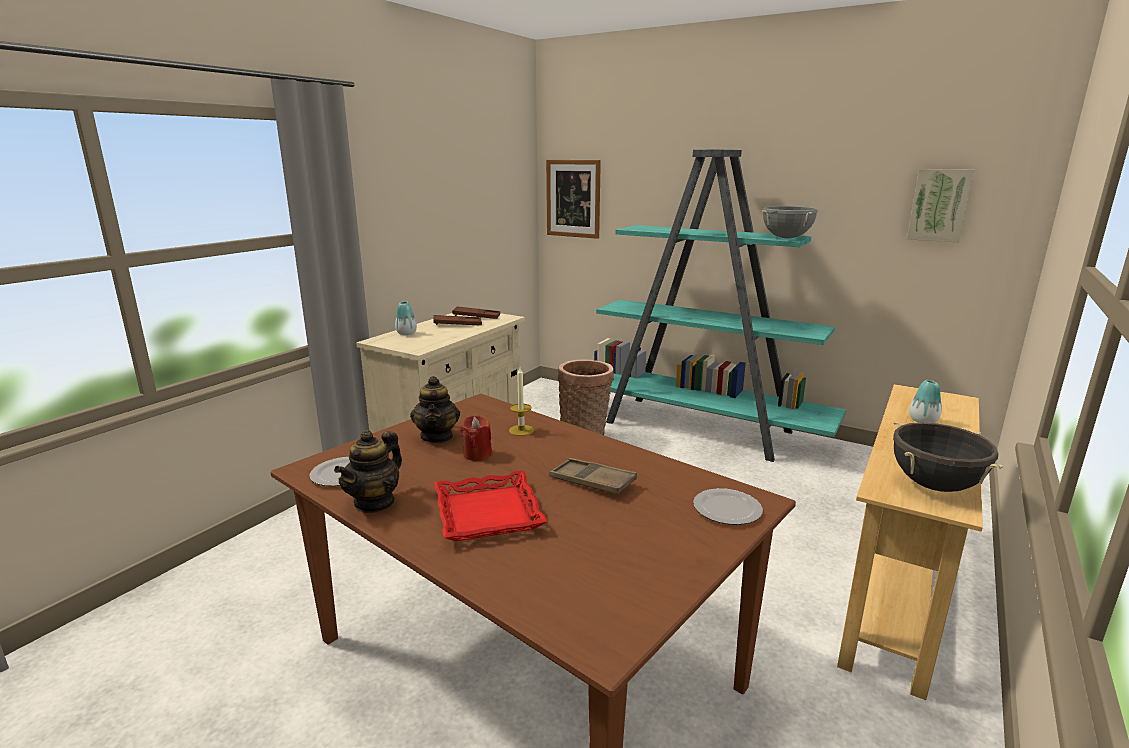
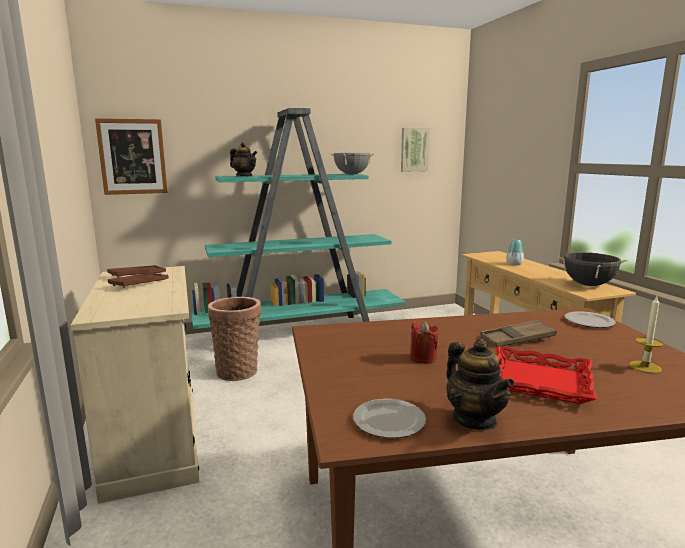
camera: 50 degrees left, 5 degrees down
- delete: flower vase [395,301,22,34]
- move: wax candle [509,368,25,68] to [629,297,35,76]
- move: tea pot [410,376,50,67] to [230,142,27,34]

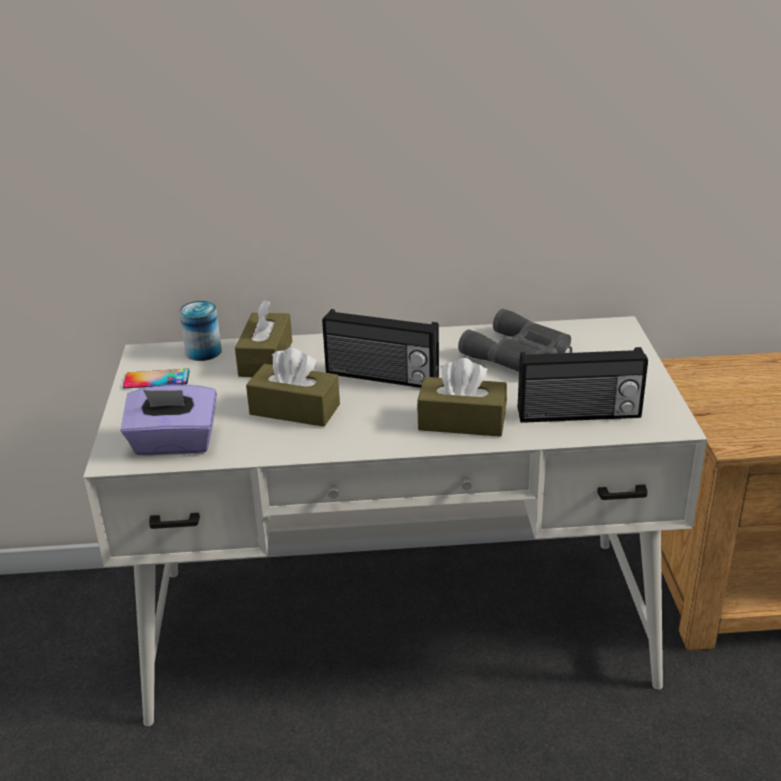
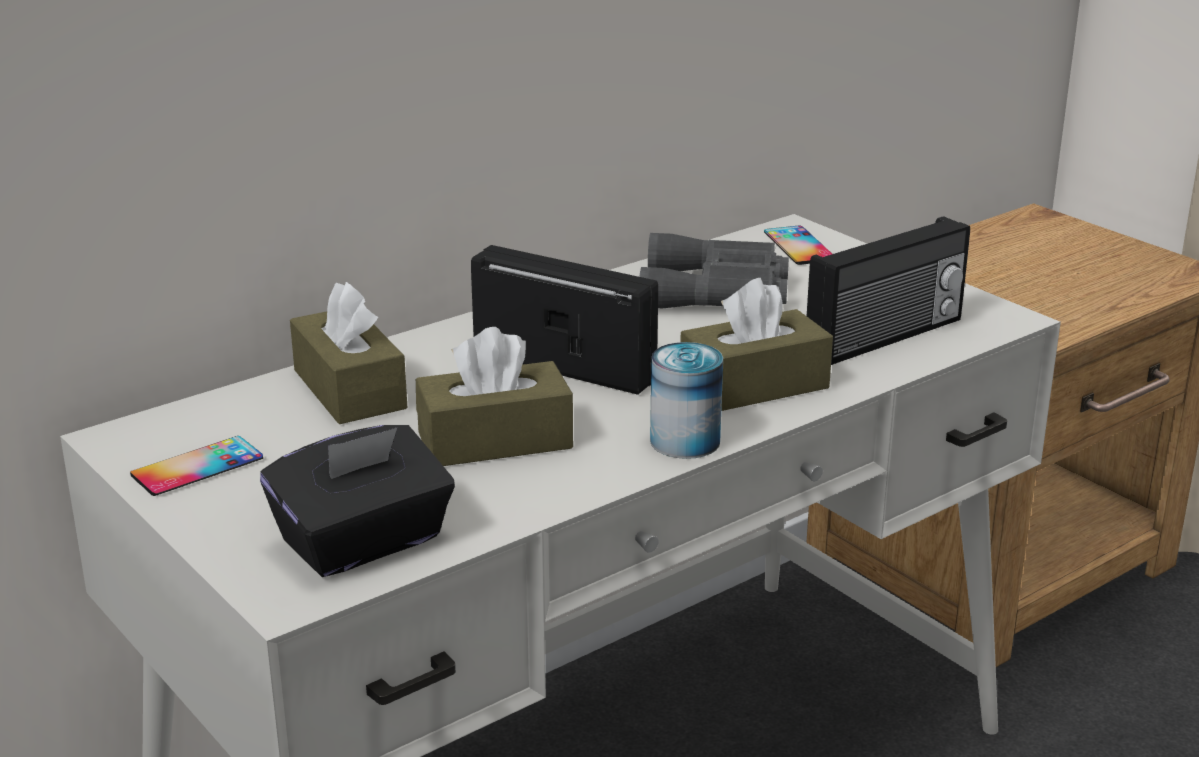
camera: 35 degrees left, 5 degrees down
- move: metal can [179,301,43,60] to [650,342,73,117]
- rotate: radio set [322,309,117,79] = [471,245,187,150] 135 degrees counterclockwise
- recolor: tissue holder in purple-coloured [121,385,96,71] to tissue holder in black-coloured [260,425,195,152]
- insert: handset [764,225,68,40]

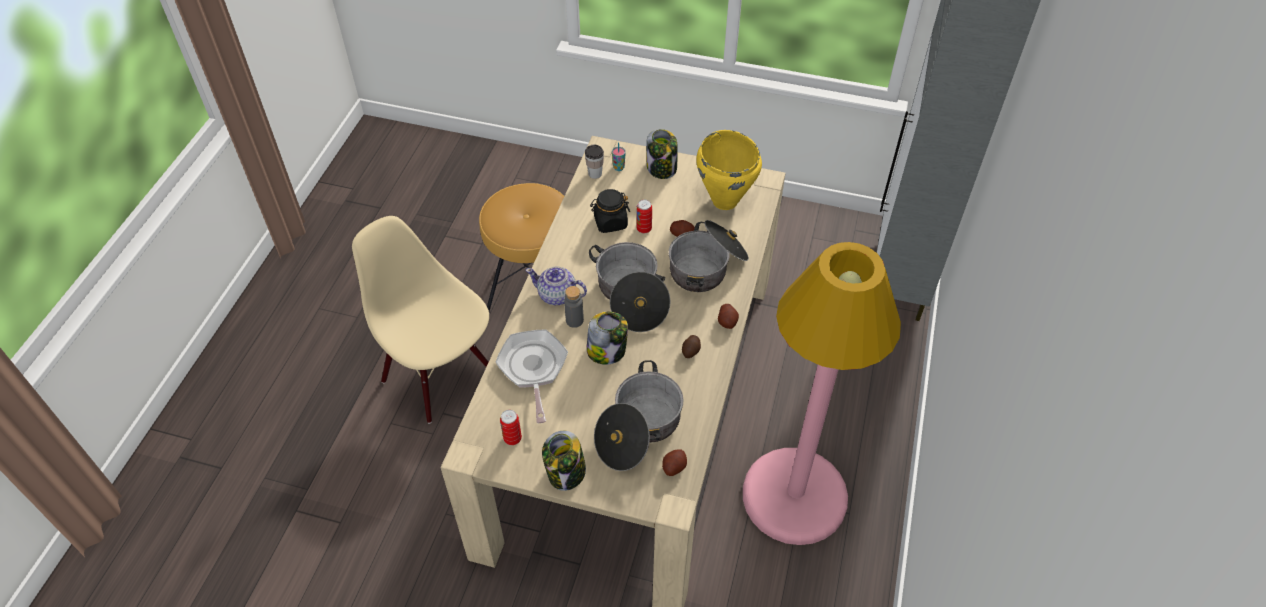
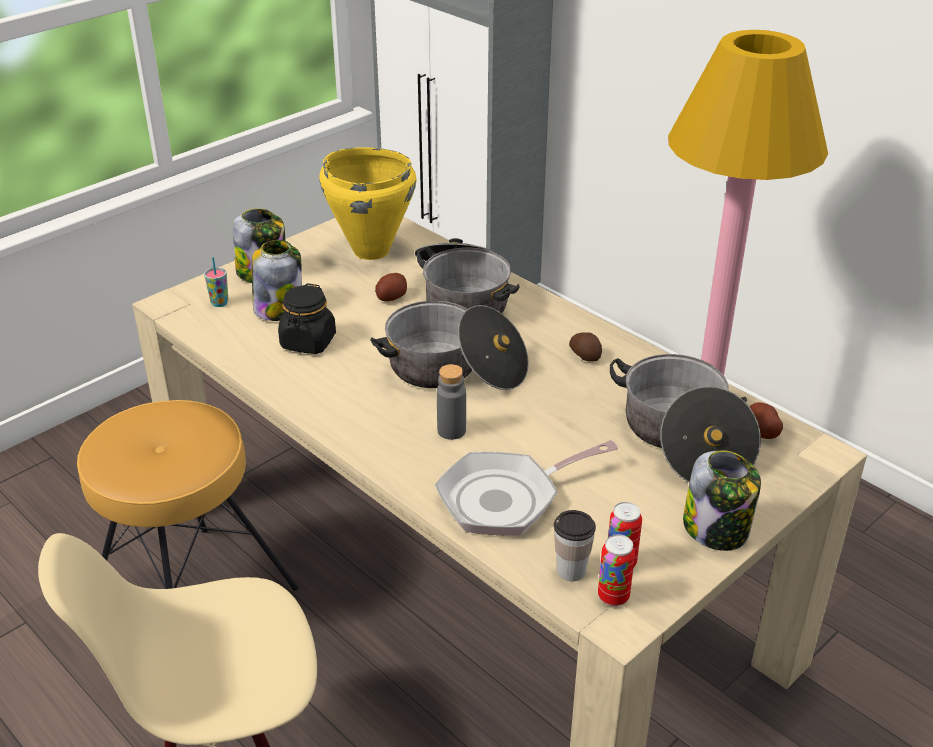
camera: 60 degrees left, 15 degrees down
- move: cup [585,144,19,35] to [554,510,42,71]
- move: metal can [636,199,16,34] to [598,534,37,72]
- delete: tea pot [525,266,62,39]
- delete: potato [718,304,21,25]
- move: storage jar [587,312,41,53] to [252,240,50,81]
- rotate: pan [496,329,72,94] = [435,440,183,96] 45 degrees counterclockwise

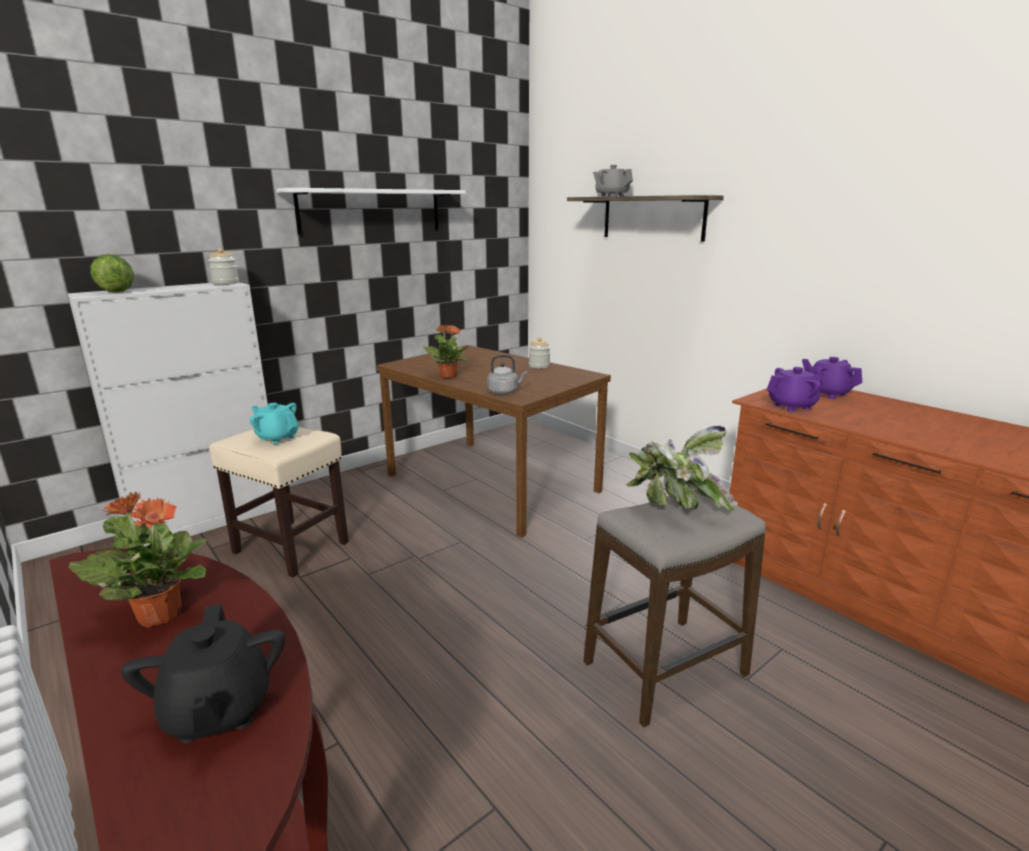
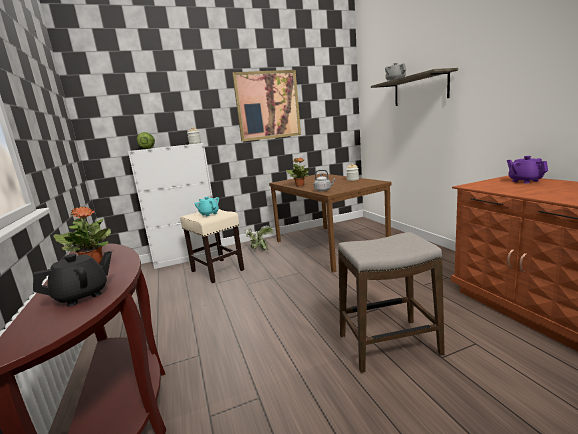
camera: 20 degrees right, 5 degrees down
- replace: wall shelf in white [276,188,190,46] to picture [232,70,69,72]
- delete: tea pot in purple-coloured [767,367,57,45]
- move: houseplant [626,426,112,85] to [245,225,28,25]
- rotate: tea pot in black-coloured [121,604,164,139] = [33,251,79,56] 135 degrees counterclockwise

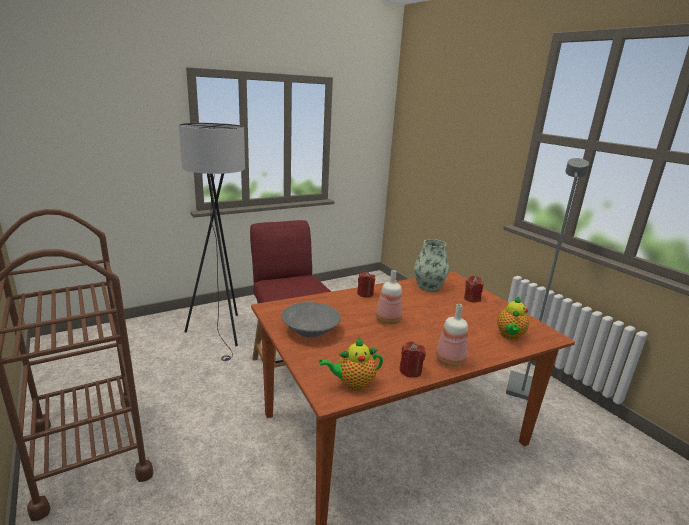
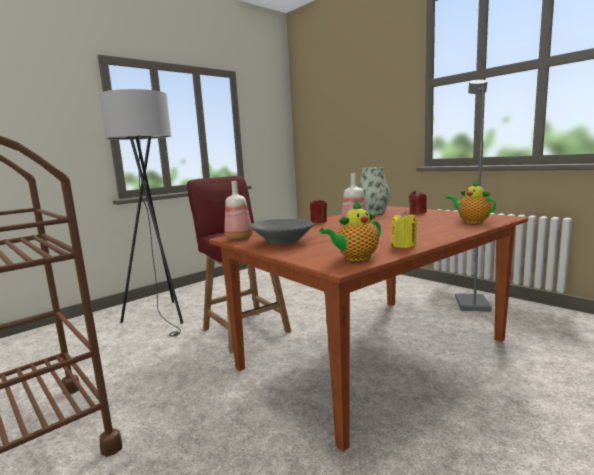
camera: 10 degrees left, 10 degrees down
- rotate: tea pot [497,296,32,44] = [446,180,50,44] 135 degrees clockwise
- move: drink bottle [436,304,32,63] to [224,181,29,59]
- recolor: wax candle in reddish [399,341,27,36] to wax candle in yellow-coloured [391,211,27,37]

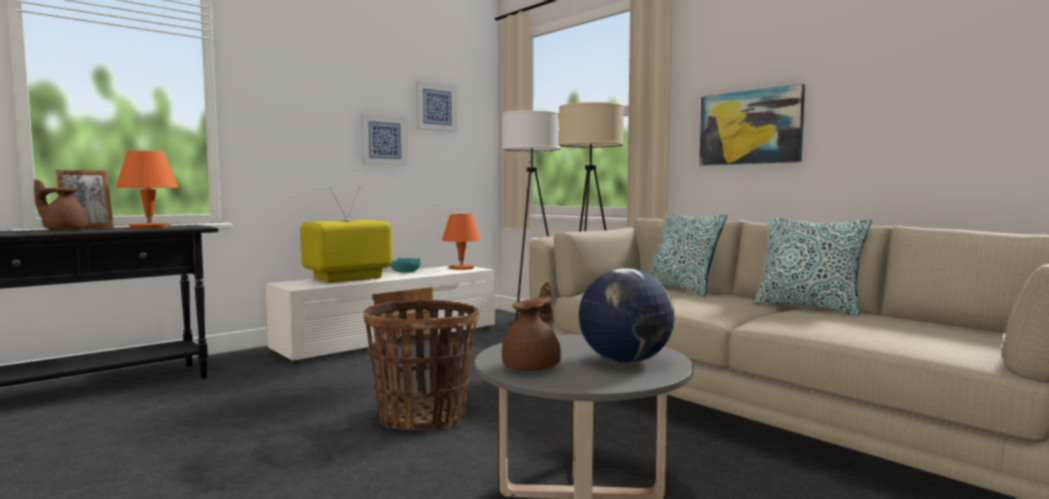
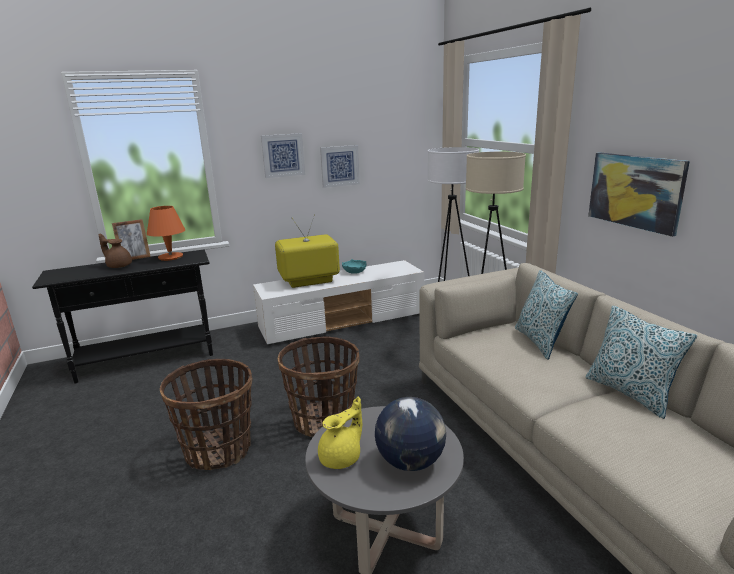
camera: 20 degrees right, 15 degrees up
- move: picture [416,81,41,51] to [261,133,44,45]
- delete: table lamp in orange-coloured [442,214,39,56]
- recolor: tea pot in brownish [502,282,59,89] to tea pot in yellow-coloured [318,397,44,72]
- insert: storage basket [160,359,92,111]

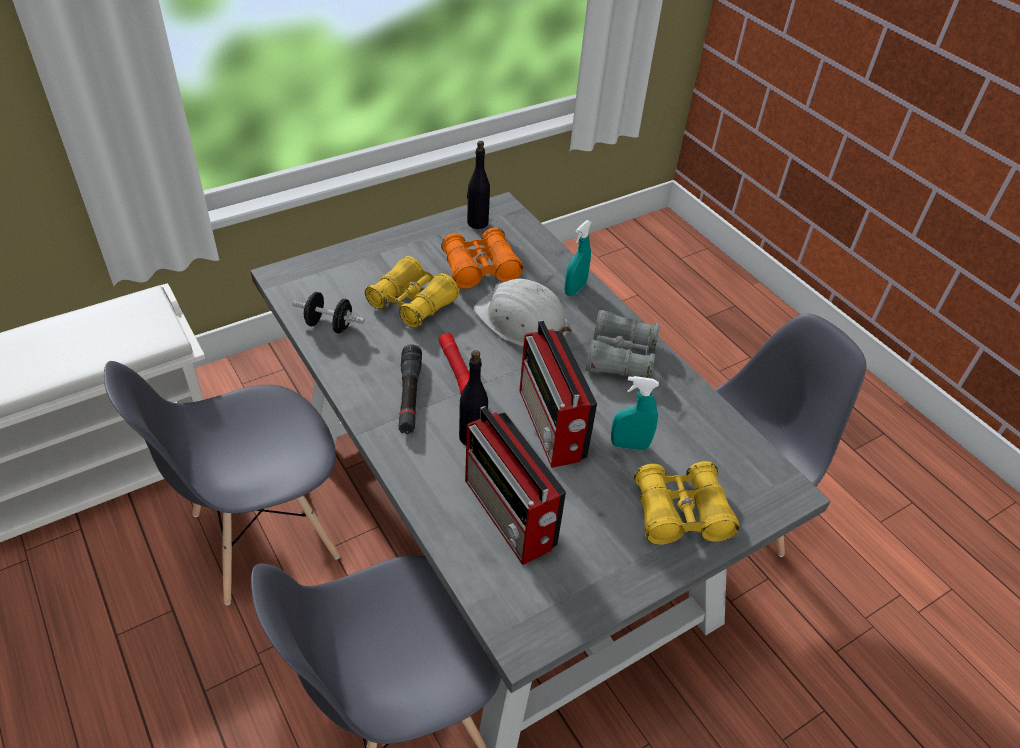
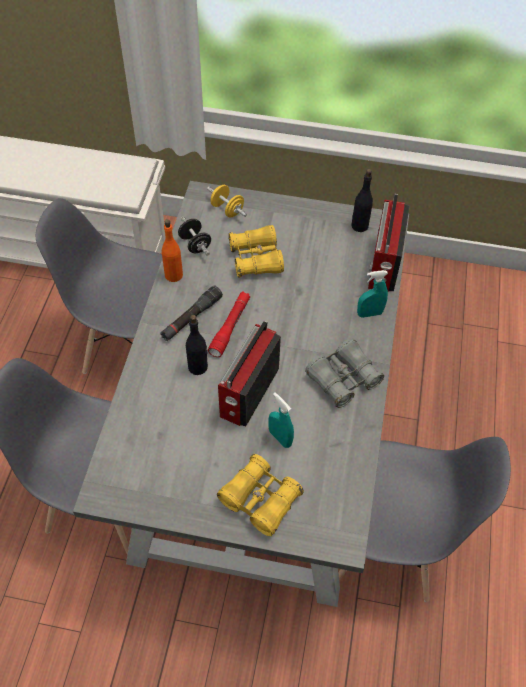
camera: 45 degrees right, 10 degrees up
- delete: field glasses in orange-coloured [441,227,82,62]
- delete: work helmet in white [474,279,98,68]
- move: radio set [465,406,101,159] to [368,194,42,97]
- insert: dumbbell in yellow-coloured [207,185,40,33]
- insert: drink bottle in orange-coloured [162,219,21,63]

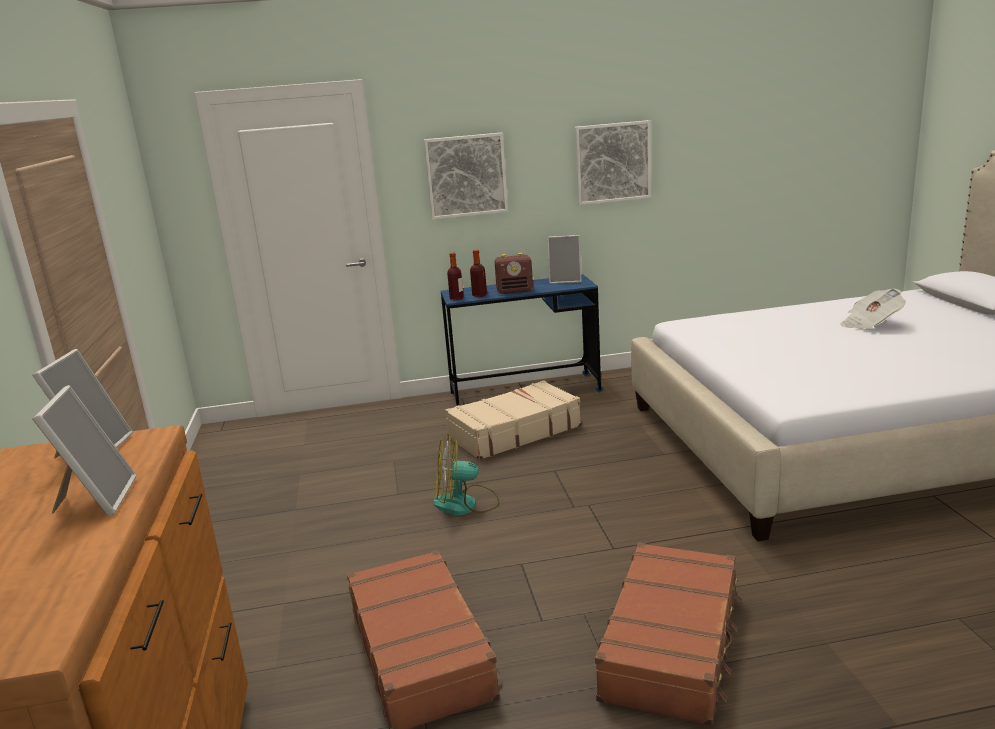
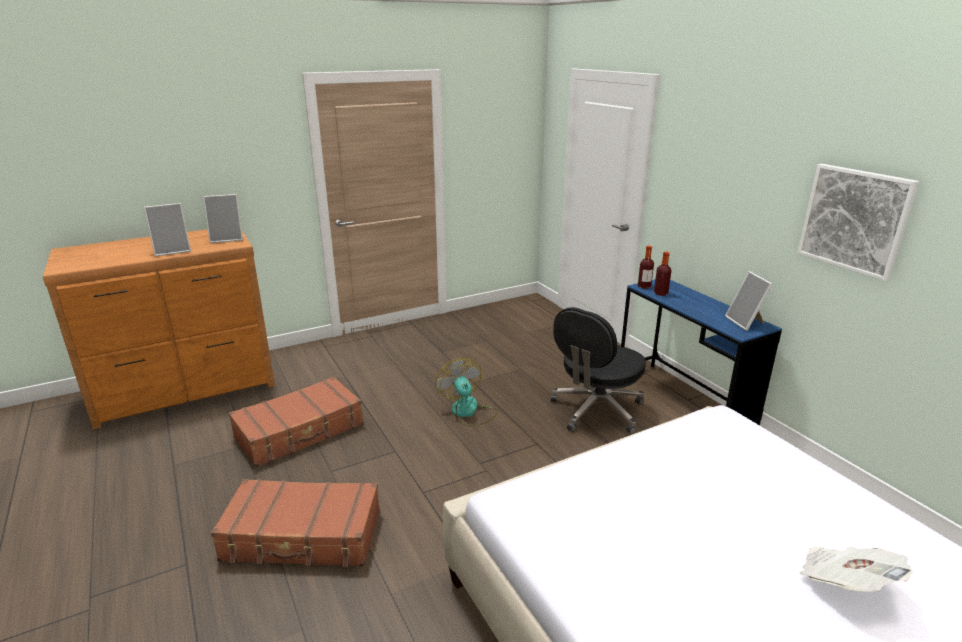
camera: 70 degrees right, 5 degrees up
- delete: picture [424,133,84,87]
- delete: radio set [495,253,38,41]
- replace: piece of luggage in beige-coloured [445,380,136,80] to computer chair in black-coloured [551,307,95,127]

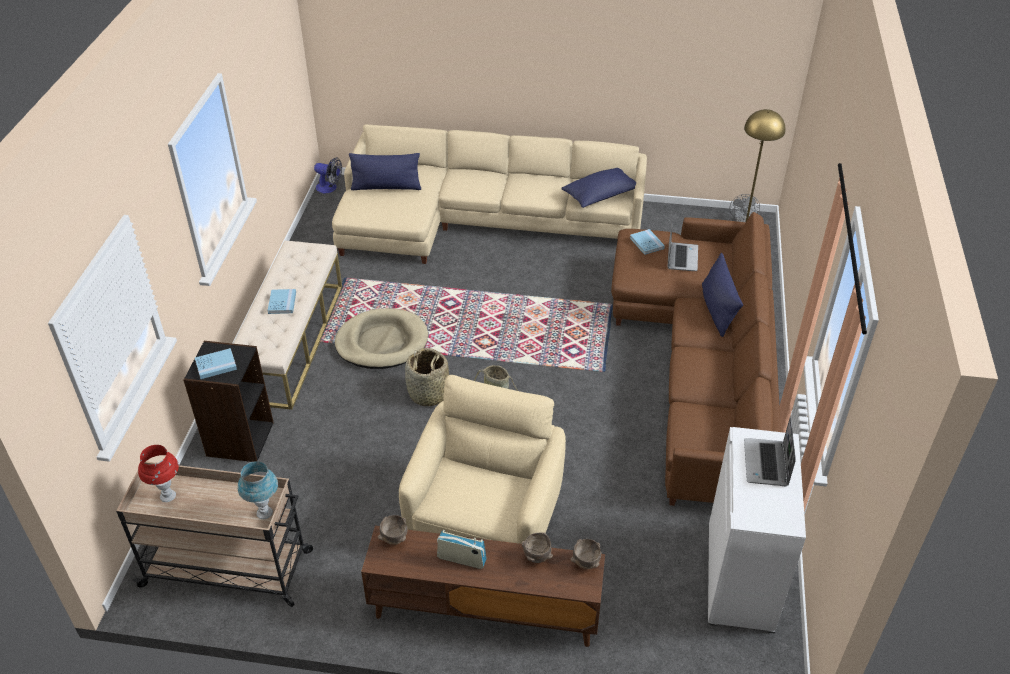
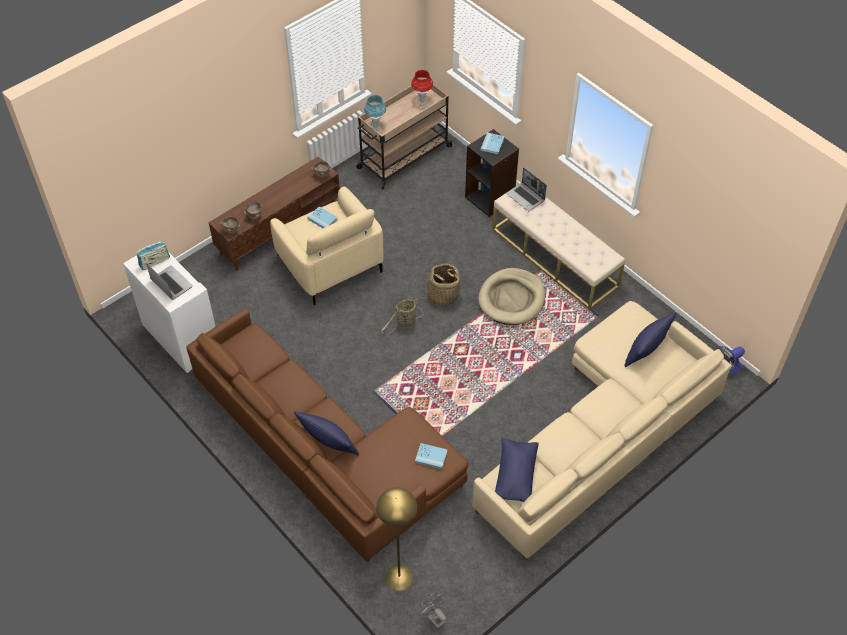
camera: 130 degrees right, 10 degrees up
- move: laptop [668,221,30,50] to [506,167,41,44]
- move: volume in blue [267,289,29,25] to [307,206,31,22]
- move: radio set [437,530,50,39] to [137,241,33,29]

